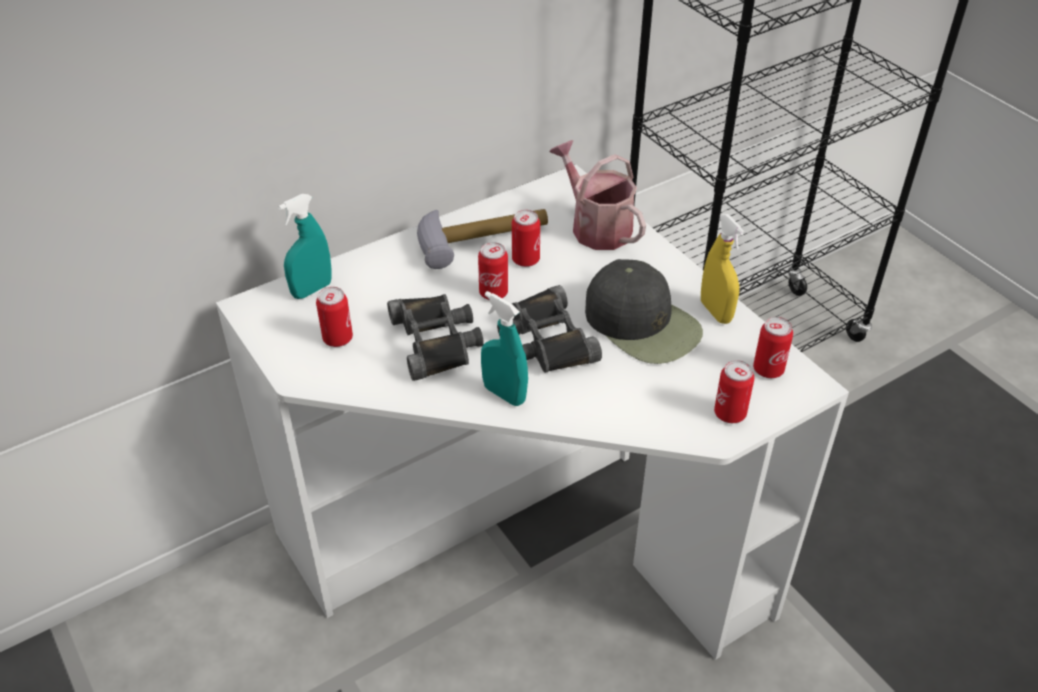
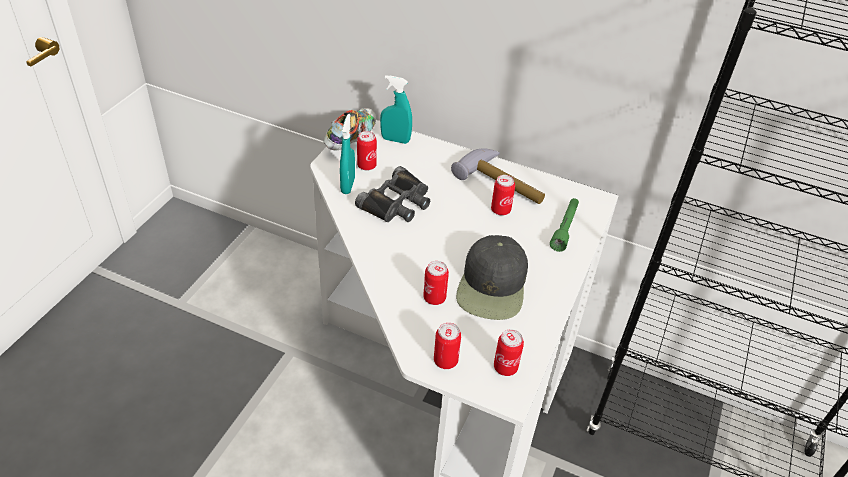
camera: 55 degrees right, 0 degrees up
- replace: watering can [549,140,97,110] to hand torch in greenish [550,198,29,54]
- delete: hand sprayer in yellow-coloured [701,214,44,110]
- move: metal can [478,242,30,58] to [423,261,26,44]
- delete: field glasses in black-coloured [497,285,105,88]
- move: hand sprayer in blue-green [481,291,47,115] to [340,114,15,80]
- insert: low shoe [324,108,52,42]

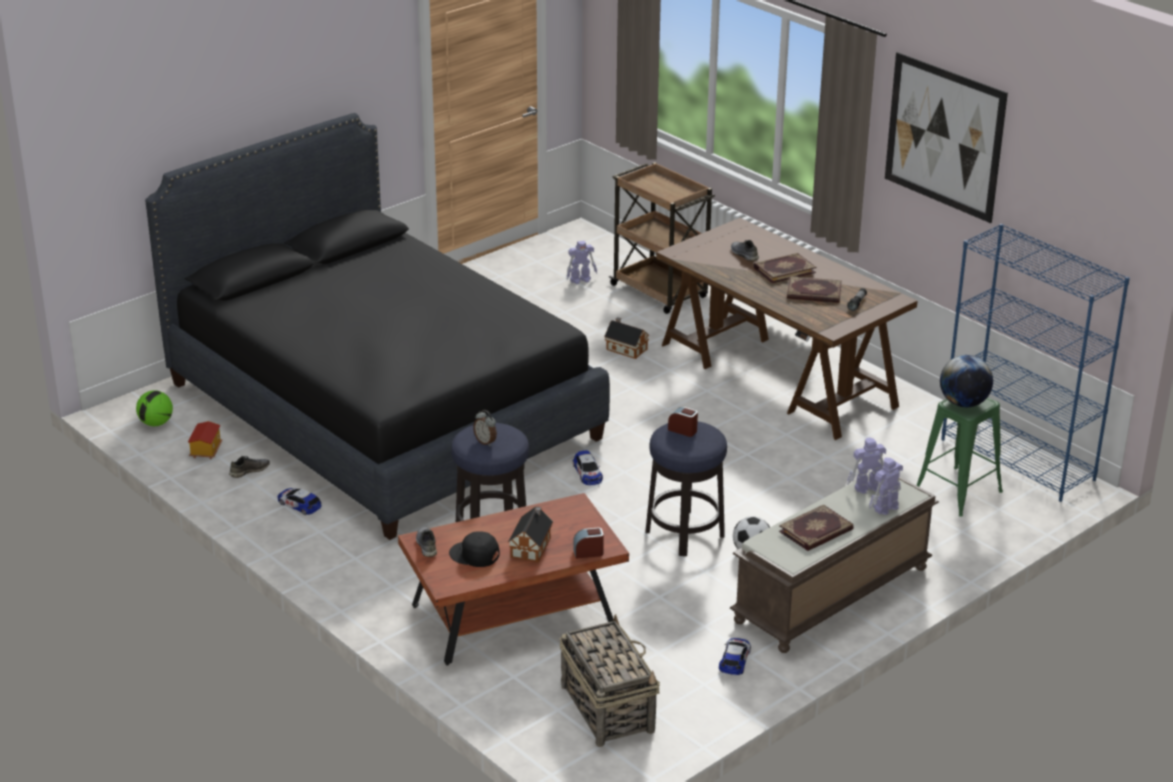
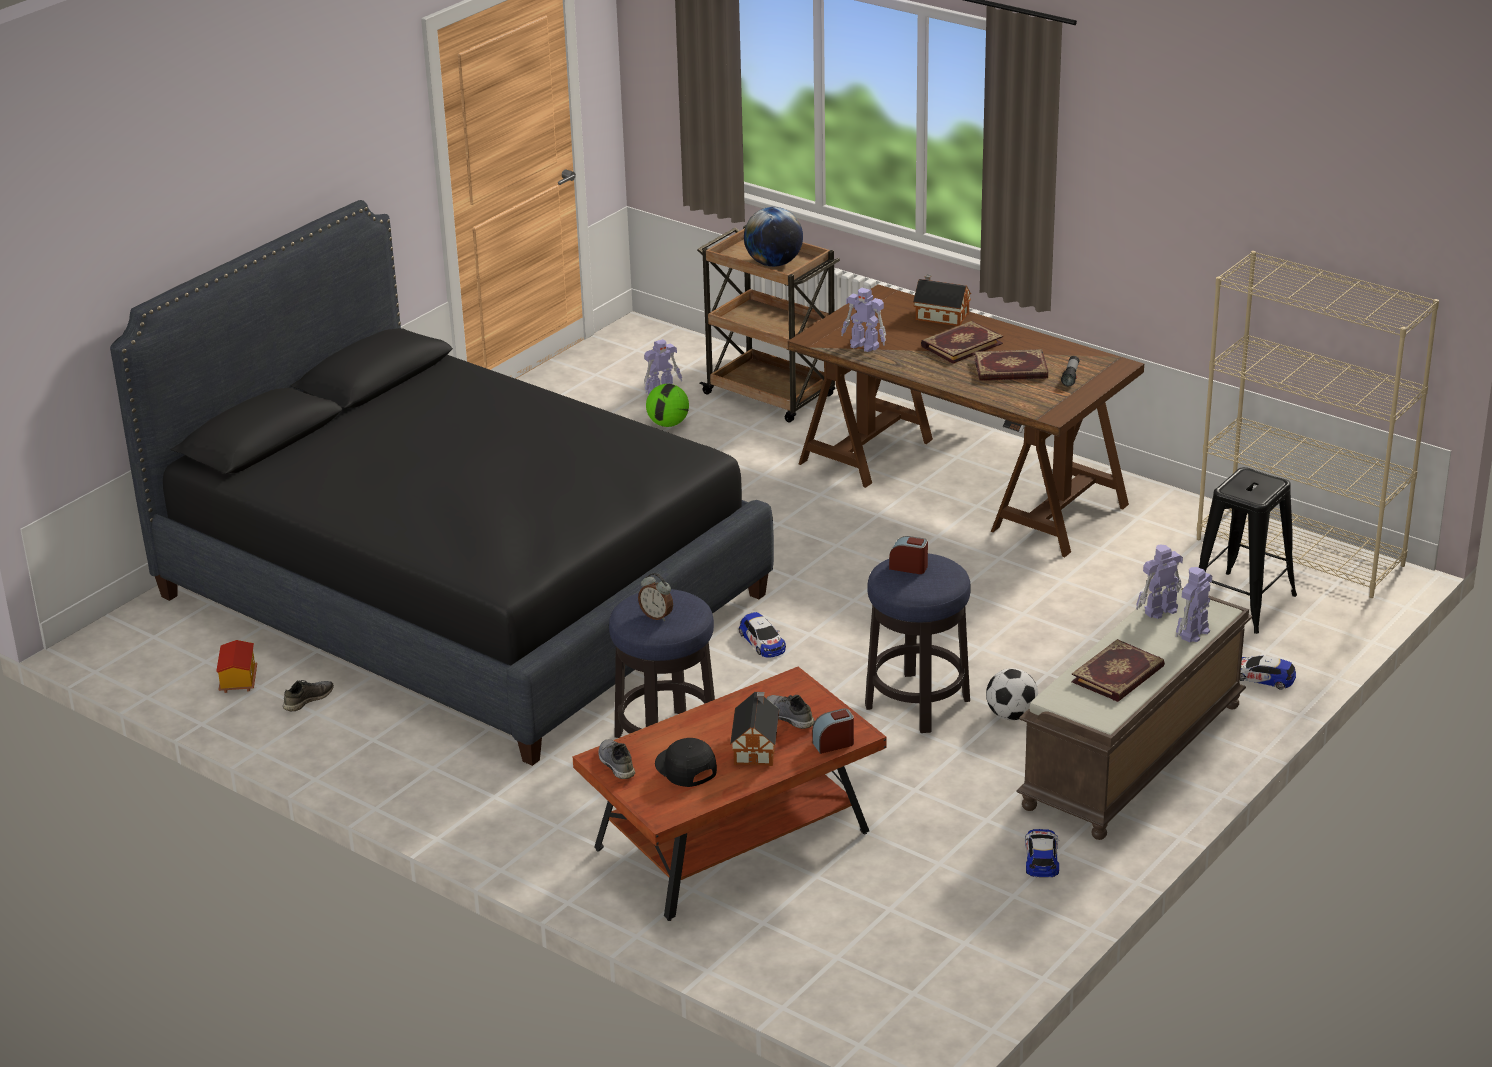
camera: 10 degrees left, 0 degrees up
- delete: picture [885,52,123,171]
- recolor: shelving unit in blue [941,224,189,278] to shelving unit in beige-coloured [1197,251,242,347]
- move: low shoe in gray [731,240,28,21] to [767,695,48,34]
- move: toy house [604,317,45,42] to [913,274,58,52]
- move: globe [940,355,53,52] to [744,207,59,60]
- move: football [136,390,37,36] to [646,384,43,43]
- recolor: stool in greenish [916,397,87,120] to stool in black-coloured [1199,467,98,167]
- move: miniature car [278,488,44,27] to [1240,655,56,35]
- rotate: cap in black-coloured [449,531,51,36] = [655,738,62,49] 45 degrees clockwise
- delete: storage basket [560,614,100,133]
- insert: model robot [841,288,45,64]

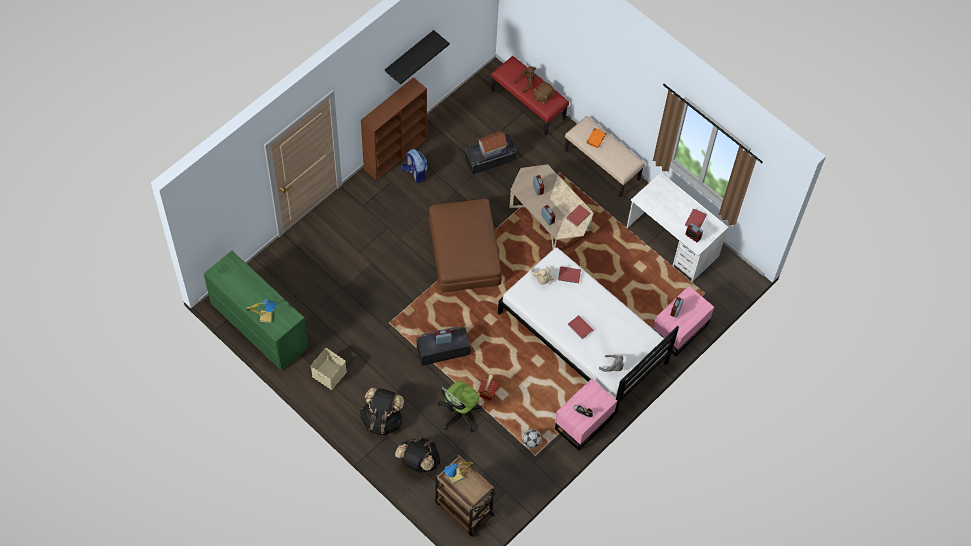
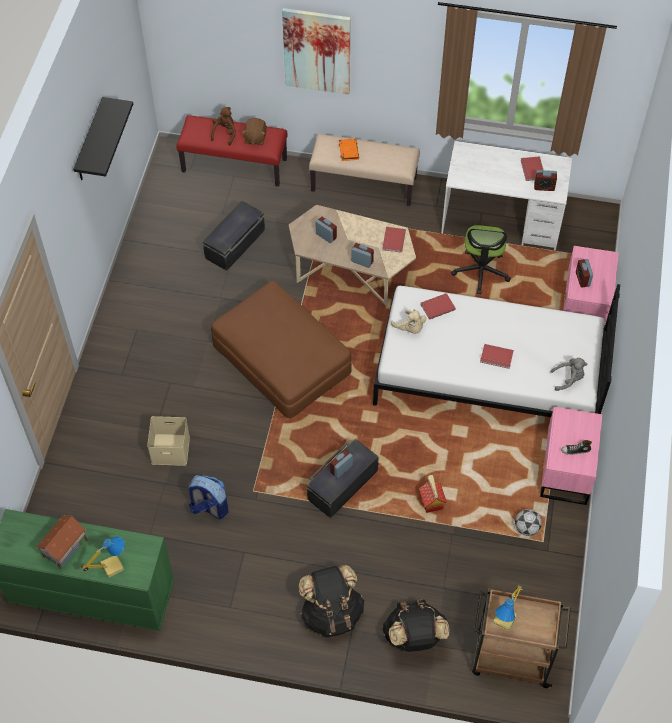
camera: 30 degrees left, 5 degrees down
- delete: shelving unit in brownish [361,77,66,104]
- move: toy house [478,131,30,27] to [36,515,52,54]
- move: knapsack [402,149,25,34] to [188,475,41,44]
- move: storage container in beige-coloured [311,348,36,42] to [147,416,43,50]
- move: computer chair [437,381,45,51] to [451,225,60,69]
- insert: picture [282,8,69,87]

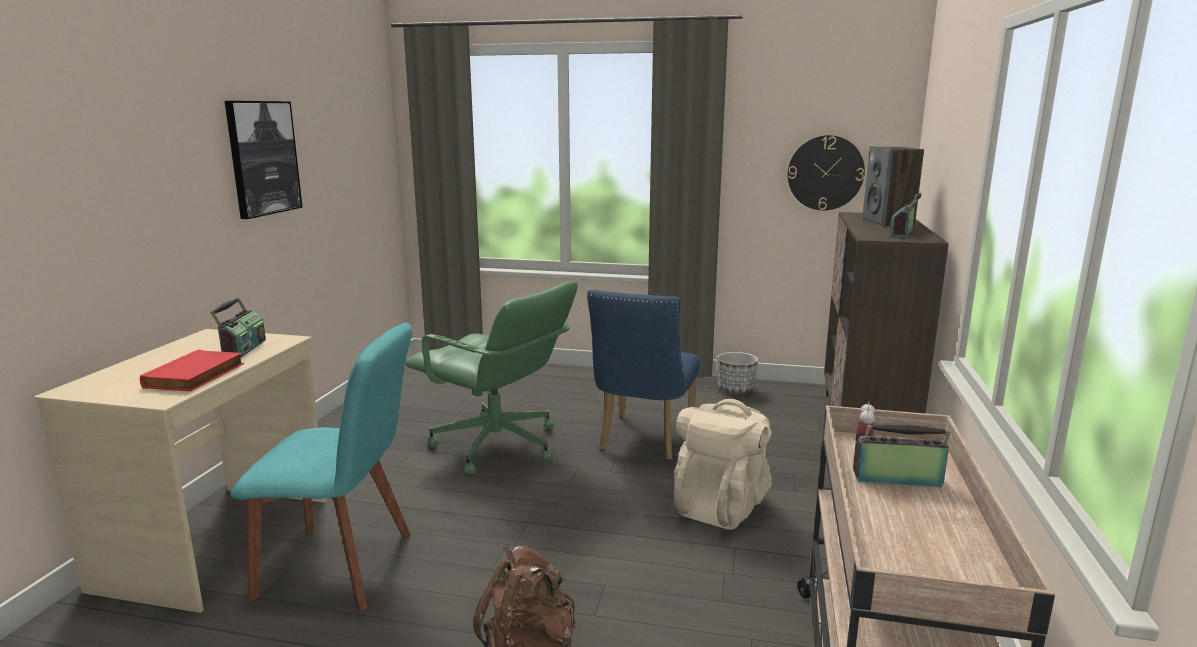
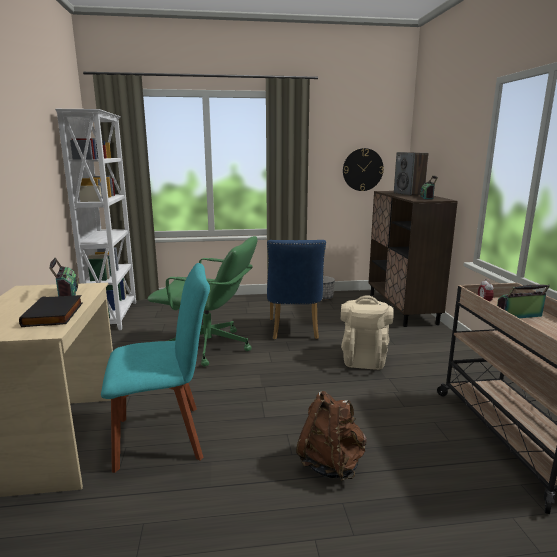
camera: 20 degrees left, 0 degrees up
- delete: picture [225,101,78,118]
- recolor: volume in reddish [140,350,104,41] to volume in black-coloured [19,295,64,32]
- insert: shelving unit in white [55,109,81,221]

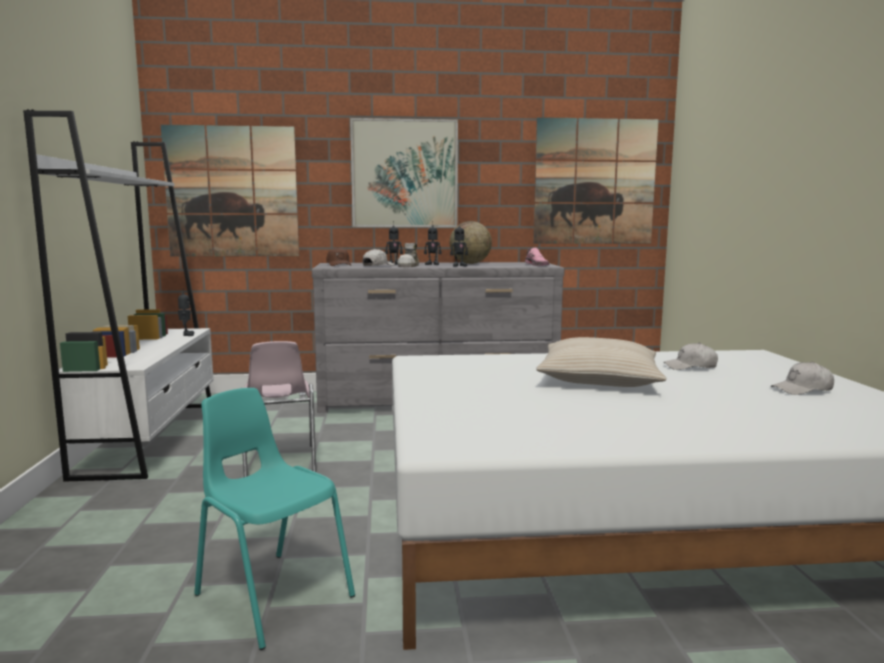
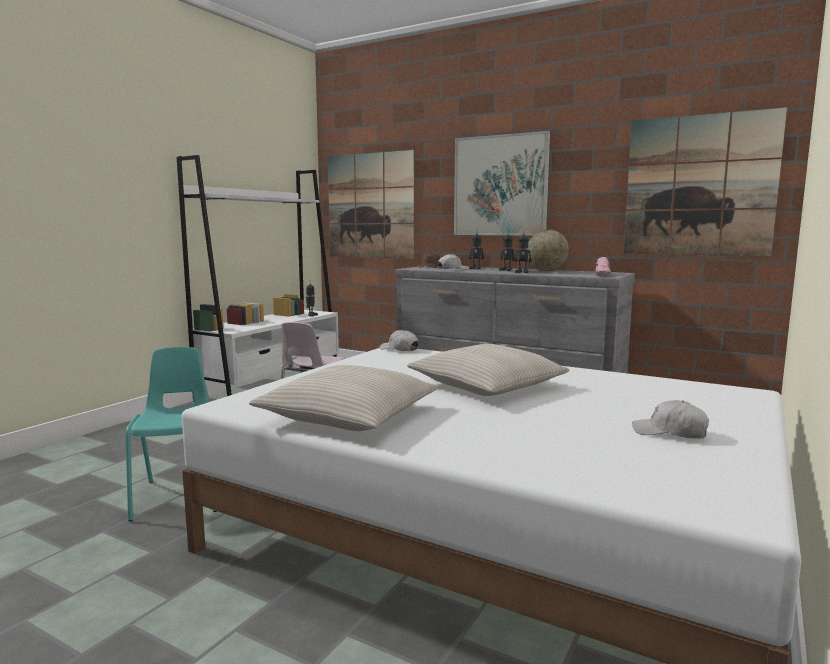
camera: 35 degrees right, 0 degrees up
- delete: low shoe [397,243,22,24]
- move: cap in white [664,343,54,27] to [380,330,39,21]
- insert: throw pillow in beige-coloured [249,365,189,66]

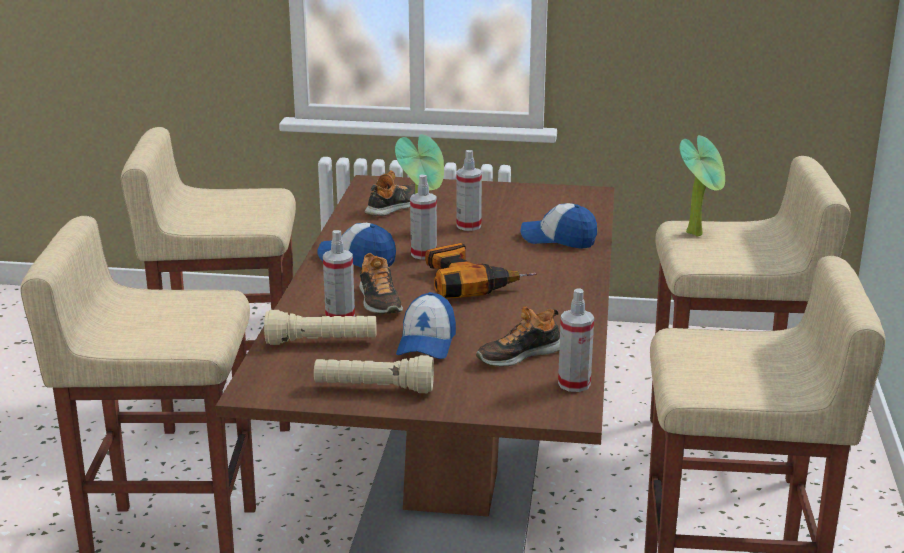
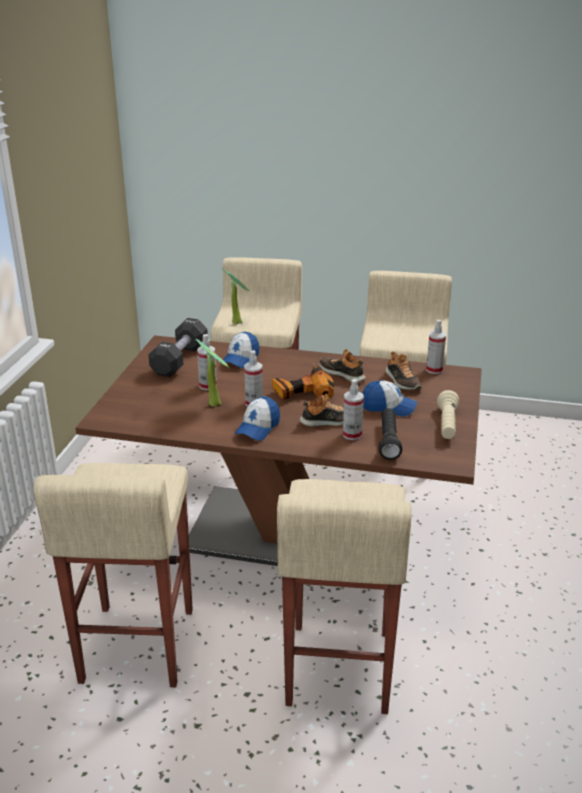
camera: 85 degrees left, 5 degrees up
- move: low shoe [365,170,50,46] to [319,349,47,34]
- recolor: hand torch in beige-coloured [264,310,112,35] to hand torch in black-coloured [378,408,24,52]
- insert: dumbbell in black-coloured [148,318,60,59]

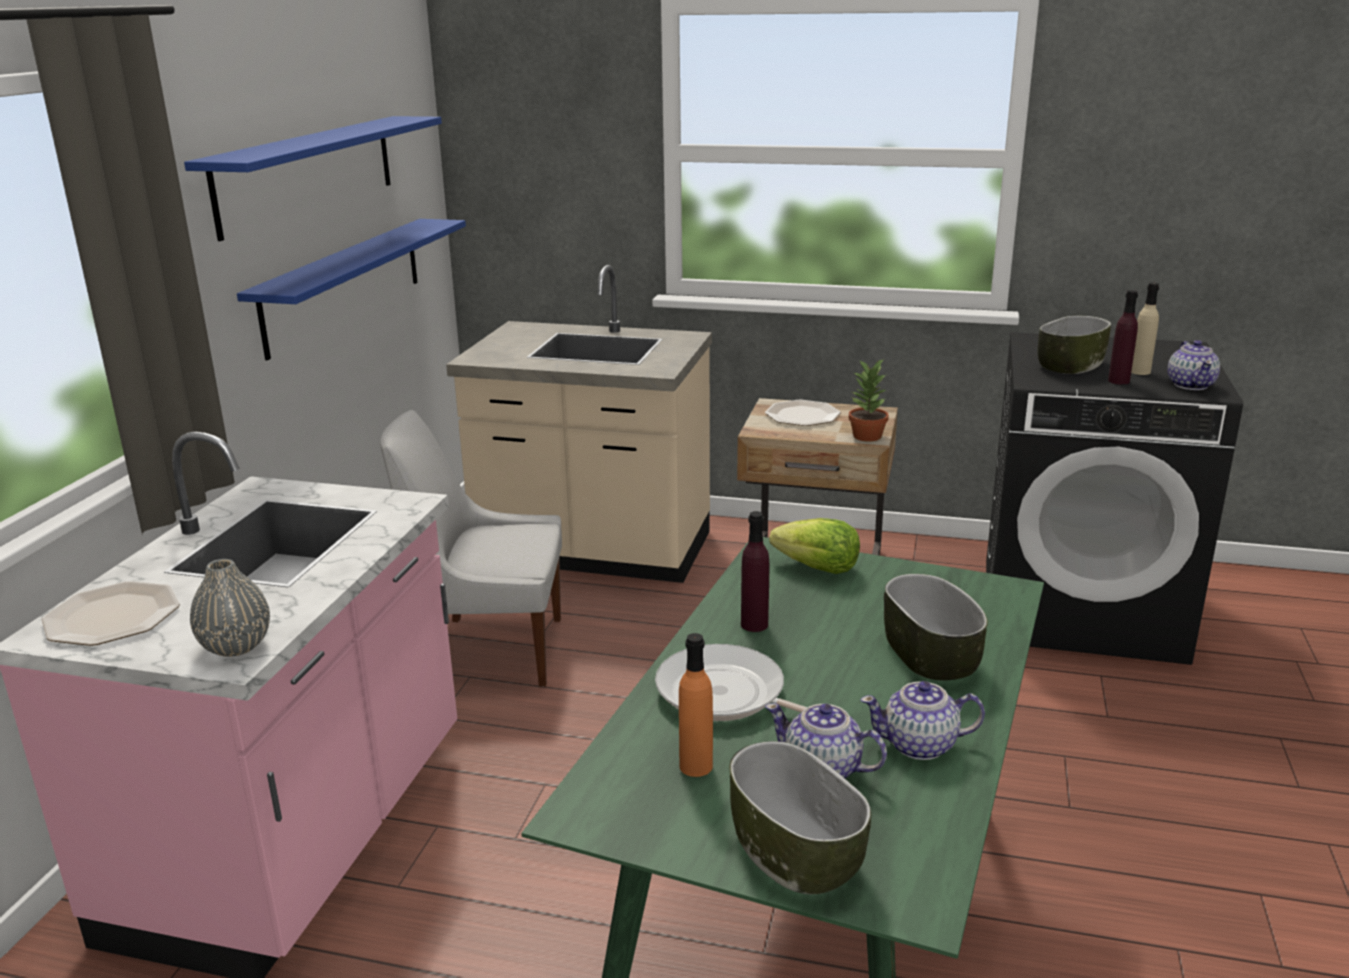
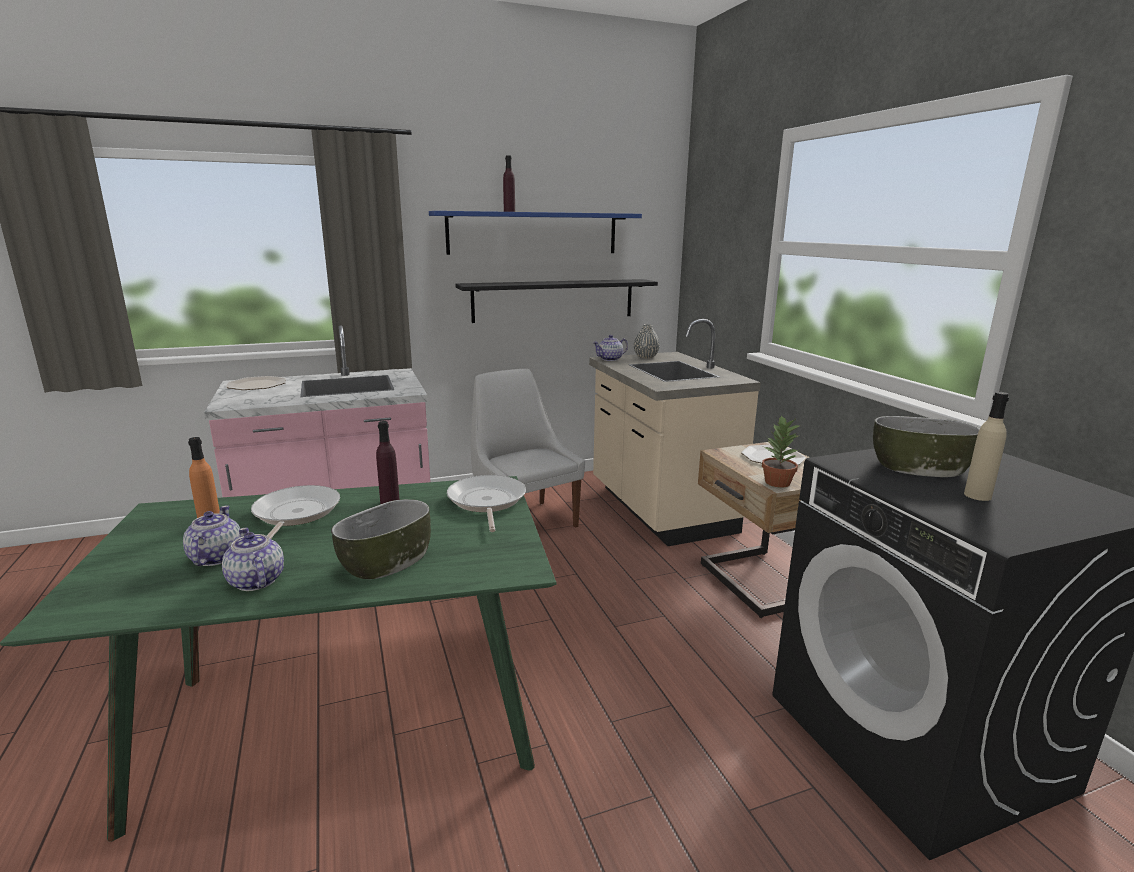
camera: 55 degrees right, 5 degrees down
- recolor: wall shelf in blue [237,219,229,141] to wall shelf in black-coloured [455,279,203,44]
- move: drink bottle in purple-coloured [1108,290,30,95] to [503,156,12,56]
- move: tea pot [1168,340,52,50] to [593,335,35,26]
- replace: lettuce [769,518,91,56] to pan [447,475,79,57]
- move: flower vase in gray [190,559,80,98] to [634,324,26,34]
- delete: bowl [729,741,142,153]

